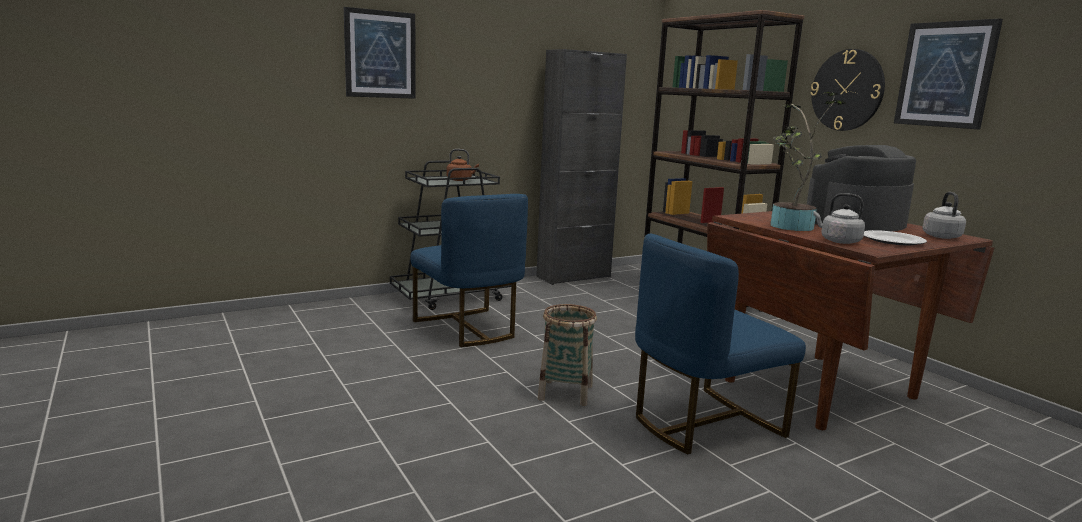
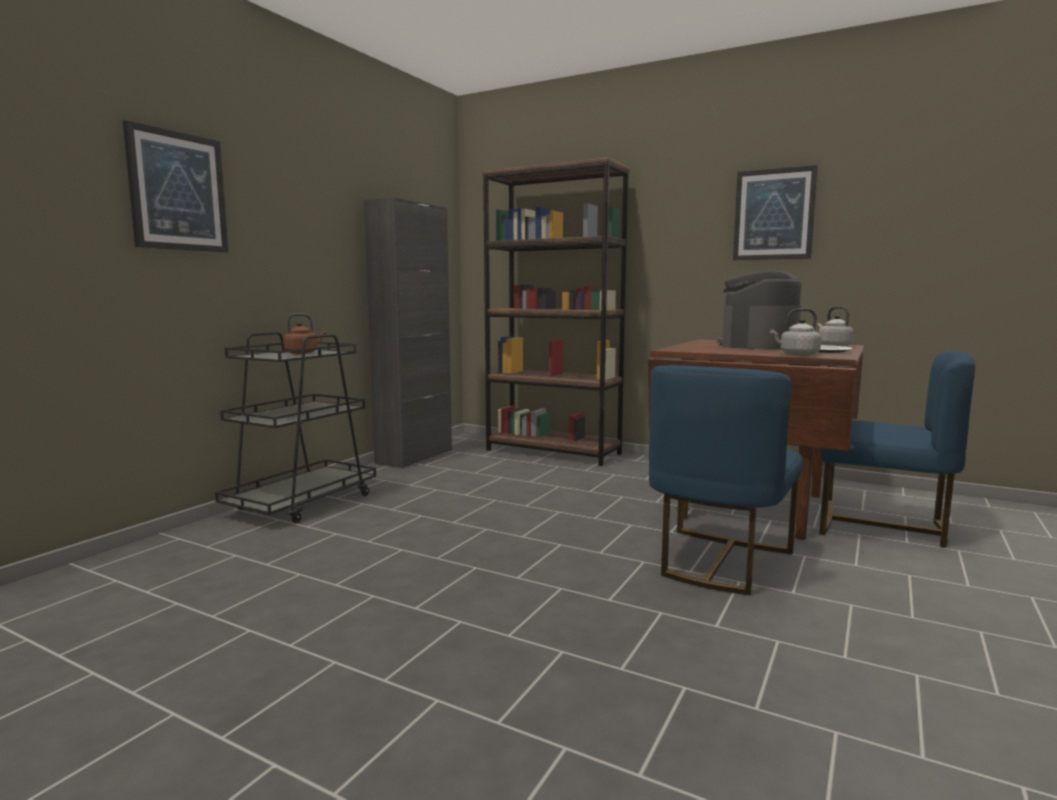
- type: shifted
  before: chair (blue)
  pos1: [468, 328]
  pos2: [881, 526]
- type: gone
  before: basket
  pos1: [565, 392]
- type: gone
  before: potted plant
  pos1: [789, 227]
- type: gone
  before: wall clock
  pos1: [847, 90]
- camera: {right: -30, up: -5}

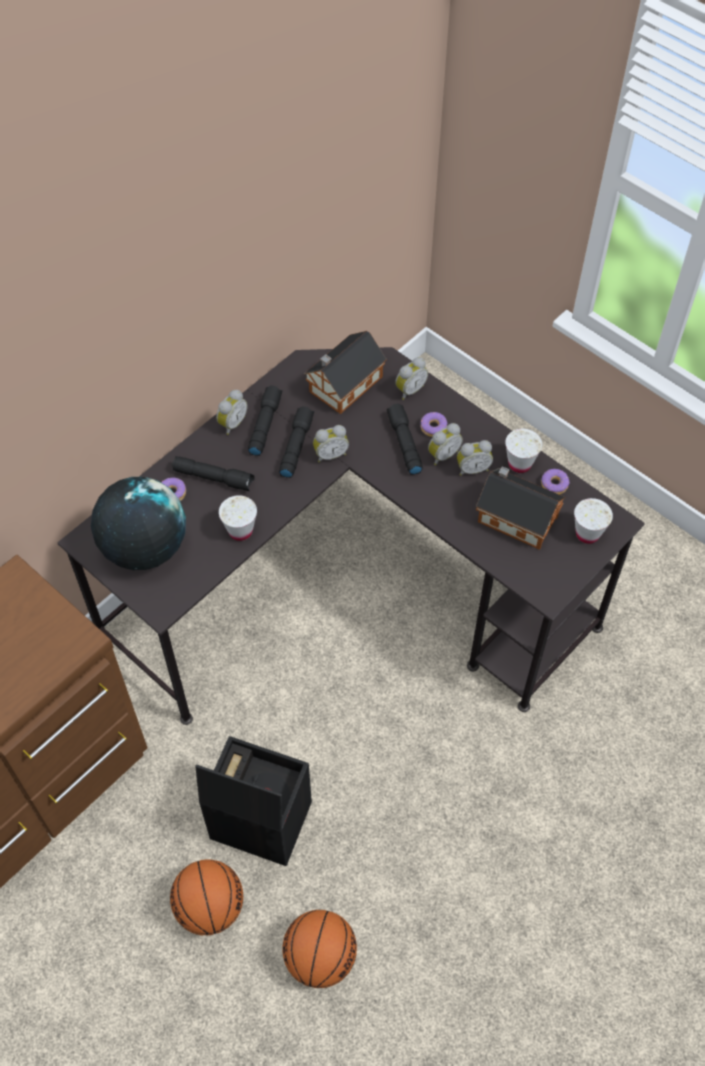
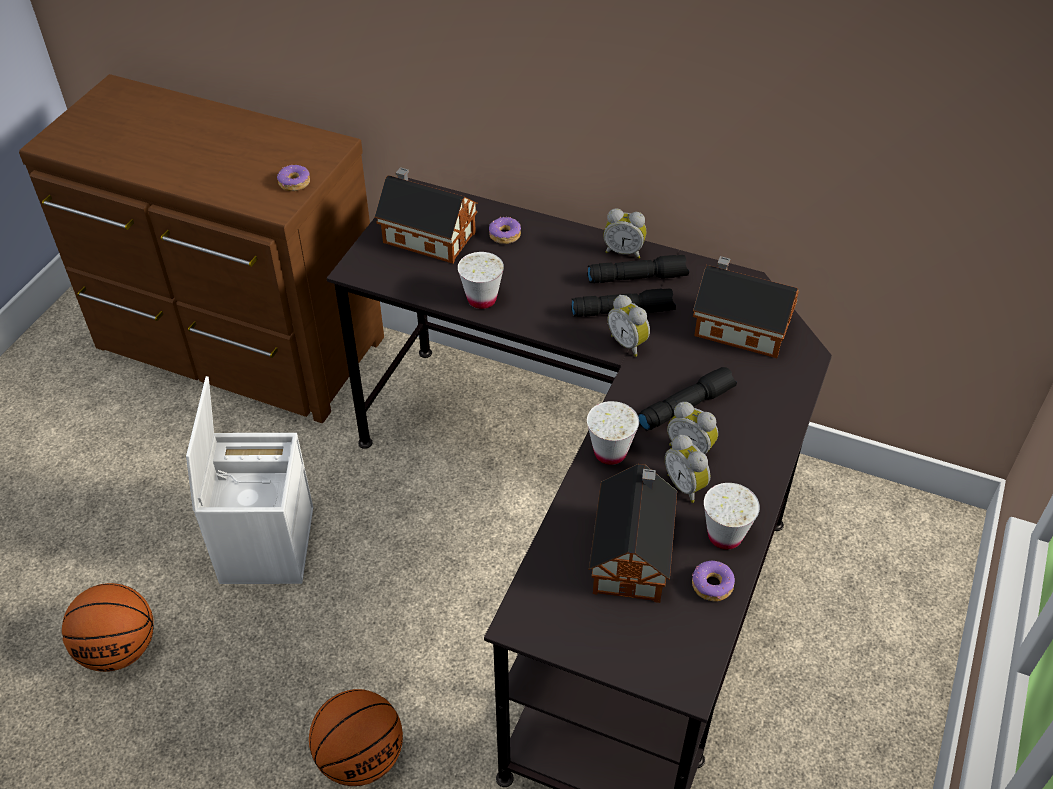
- type: swapped
  before: globe
  after: toy house
  pos1: [144, 548]
  pos2: [426, 236]
- type: shifted
  before: basketball
  pos1: [210, 907]
  pos2: [361, 758]
- type: gone
  before: flashlight (black)
  pos1: [214, 477]
- type: repainted
  before: storage box (black)
  after: storage box (white)
  pos1: [258, 821]
  pos2: [265, 542]
- type: gone
  before: alarm clock
  pos1: [409, 389]
- type: shifted
  before: donut
  pos1: [433, 428]
  pos2: [294, 183]
- type: shifted
  before: cup (white)
  pos1: [587, 534]
  pos2: [610, 452]
- camera: {right: 70, up: -10}

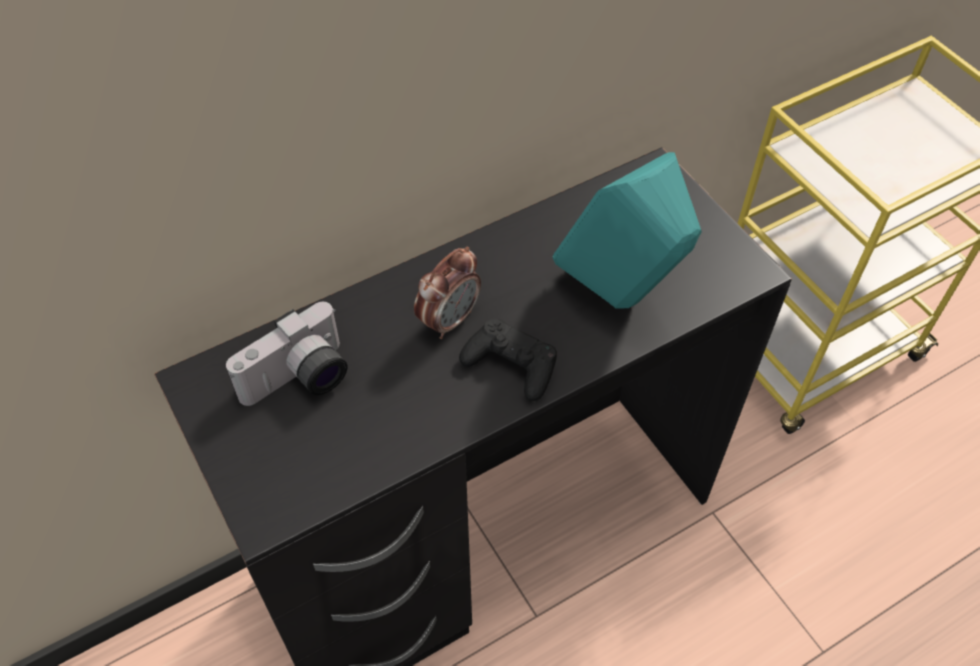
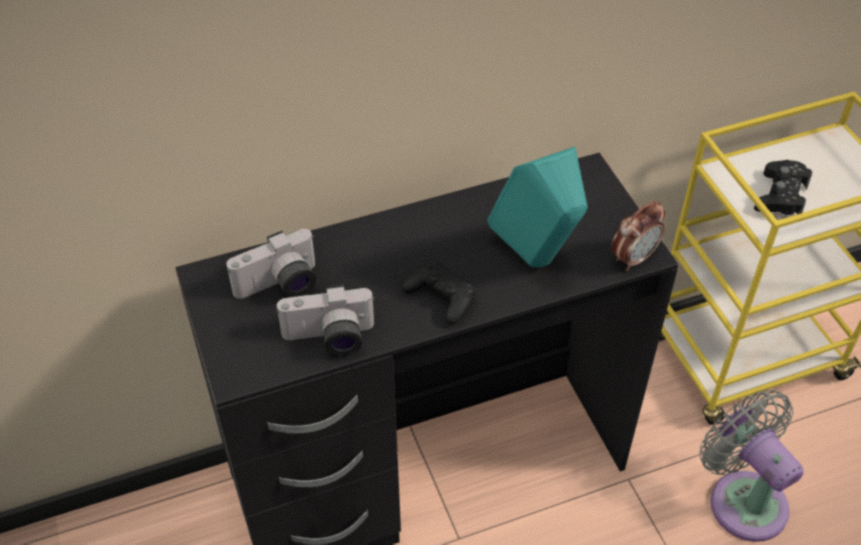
- type: shifted
  before: alarm clock
  pos1: [449, 320]
  pos2: [633, 258]
- type: new
  after: photo camera
  pos2: [329, 339]
- type: new
  after: fan (grey)
  pos2: [742, 498]
- type: new
  after: game controller (black)
  pos2: [781, 196]
- camera: {right: 10, up: -5}

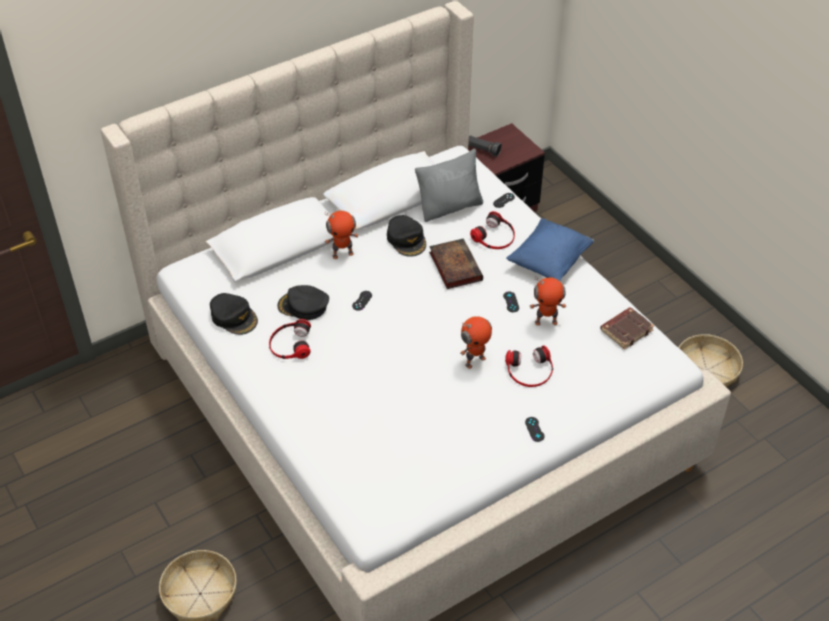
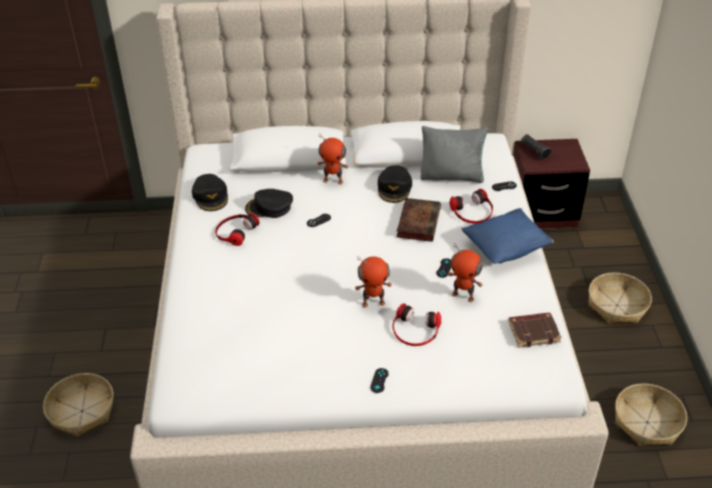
- type: rotated
  before: cap (black)
  pos1: [303, 306]
  pos2: [269, 208]
  turn: -45
- type: new
  after: basket
  pos2: [617, 305]
- camera: {right: 30, up: -5}

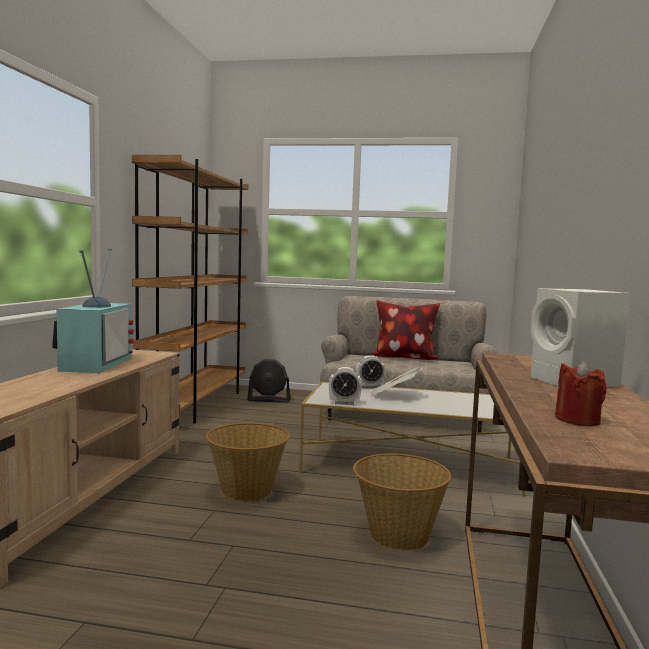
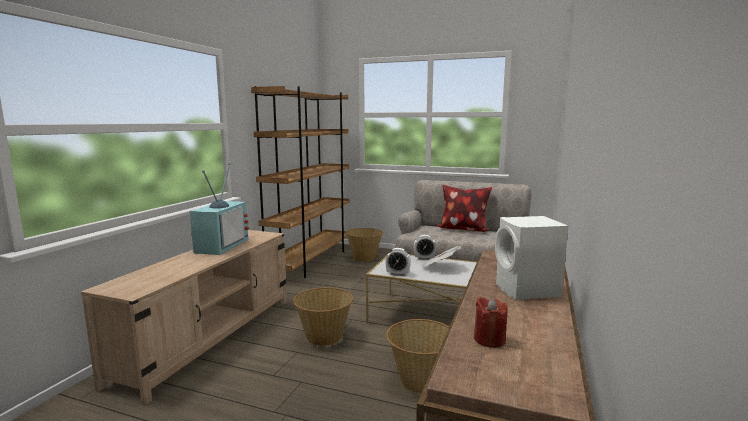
- type: swapped
  before: fan (black)
  after: basket
  pos1: [269, 400]
  pos2: [364, 258]
- camera: {right: 10, up: 5}

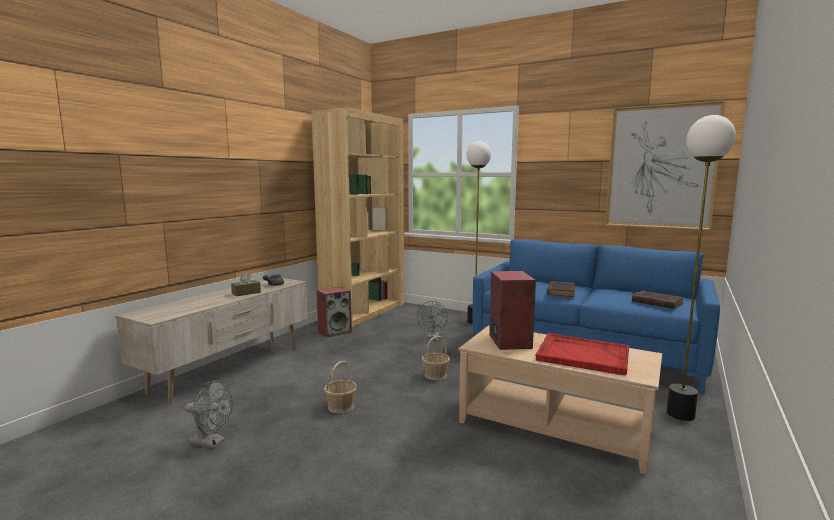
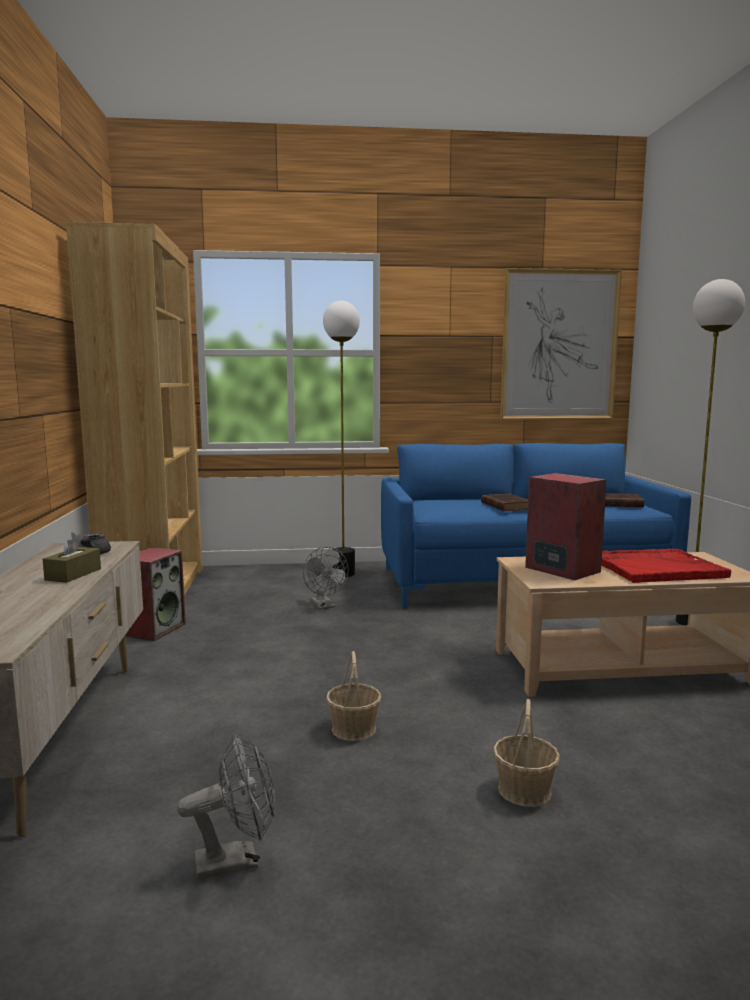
- type: shifted
  before: basket
  pos1: [435, 375]
  pos2: [524, 790]
- camera: {right: -35, up: 0}

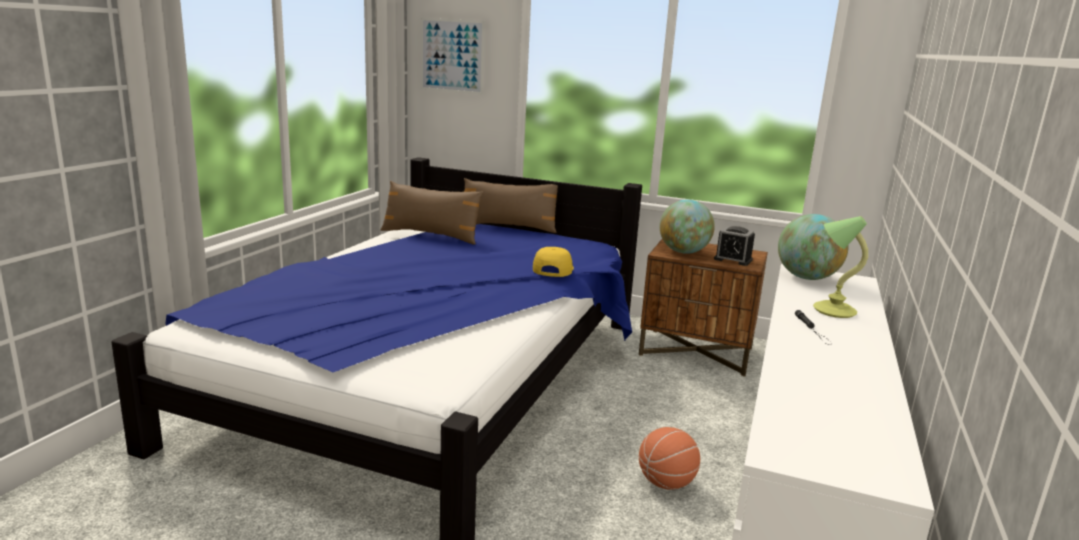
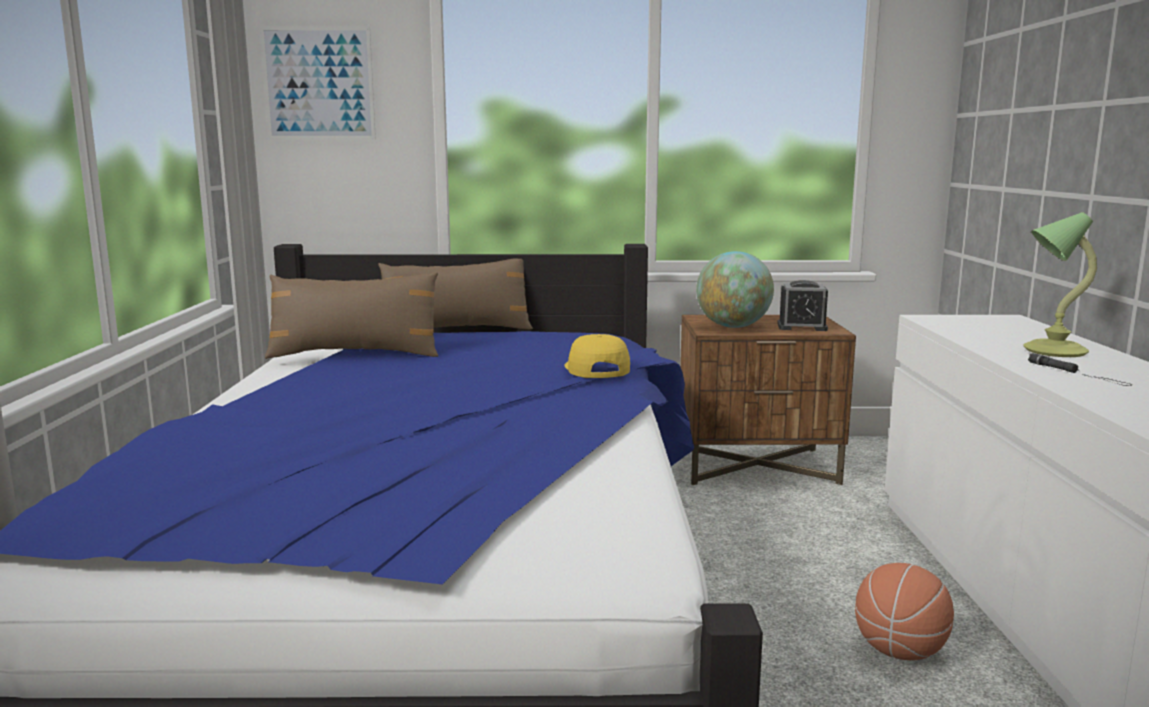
- type: gone
  before: globe
  pos1: [807, 278]
- camera: {right: -20, up: -5}

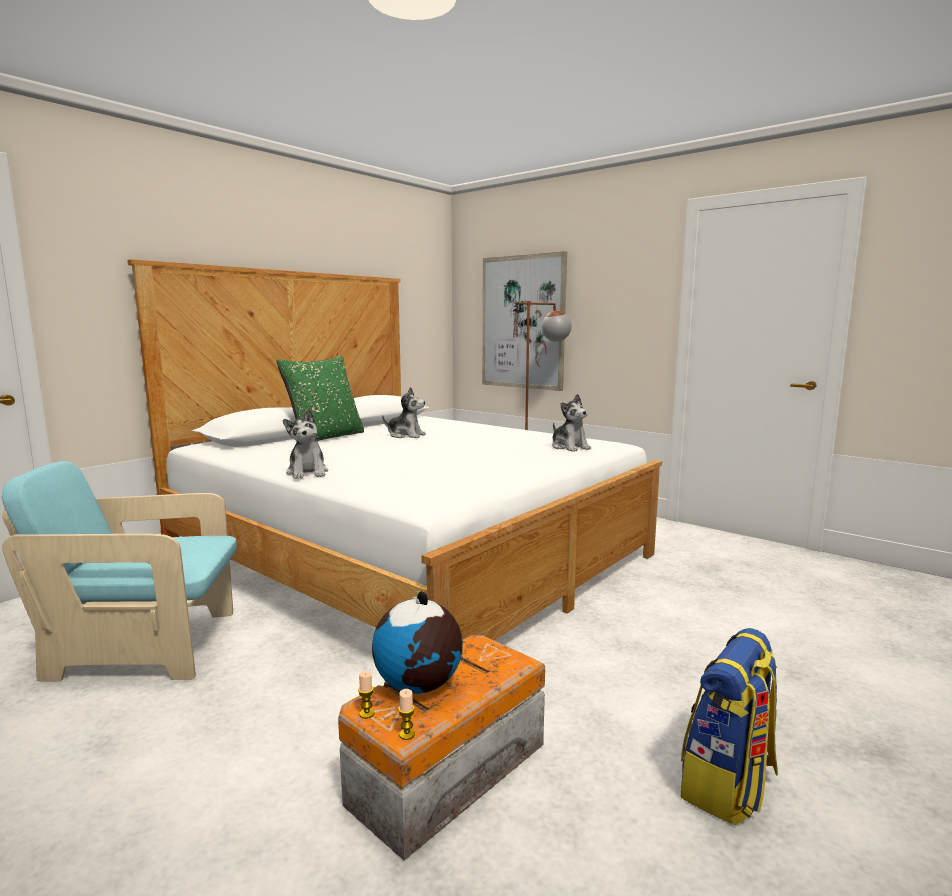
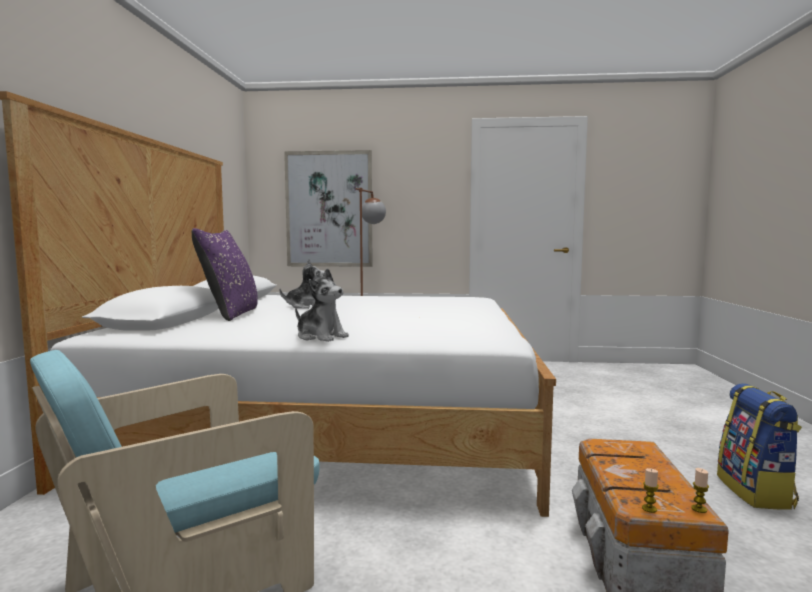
- type: repainted
  before: pillow (green)
  after: pillow (purple)
  pos1: [326, 437]
  pos2: [231, 314]
- type: gone
  before: globe
  pos1: [419, 686]
- type: gone
  before: plush toy
  pos1: [569, 447]
- camera: {right: -35, up: -5}

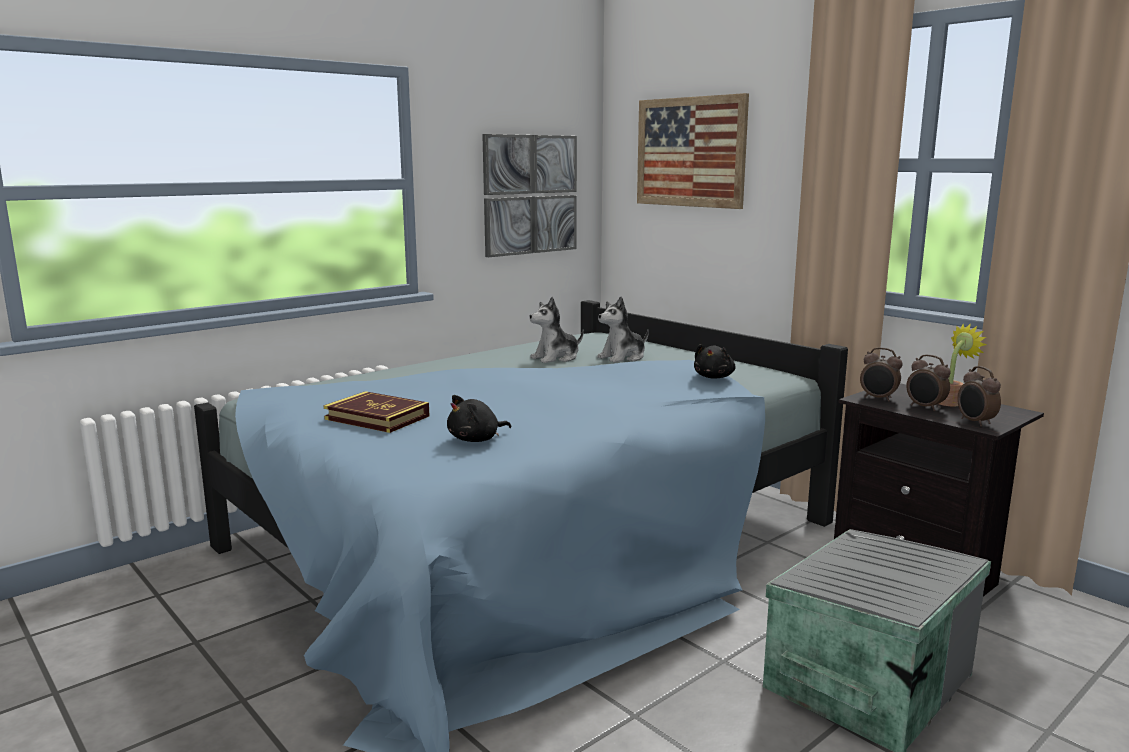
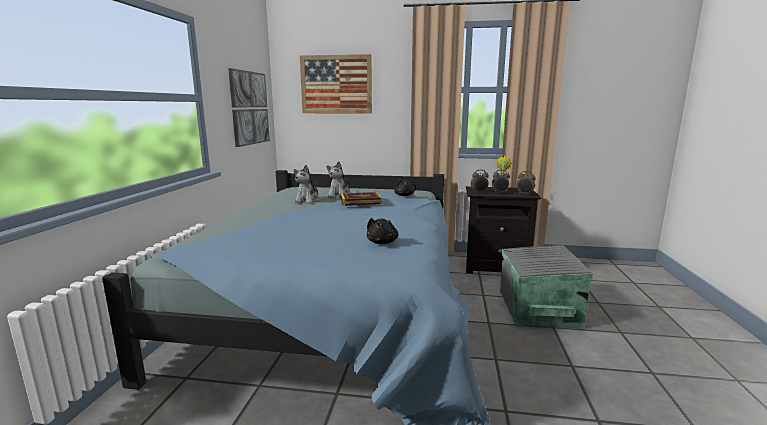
- type: shifted
  before: book
  pos1: [377, 417]
  pos2: [360, 202]
- camera: {right: -40, up: 0}

